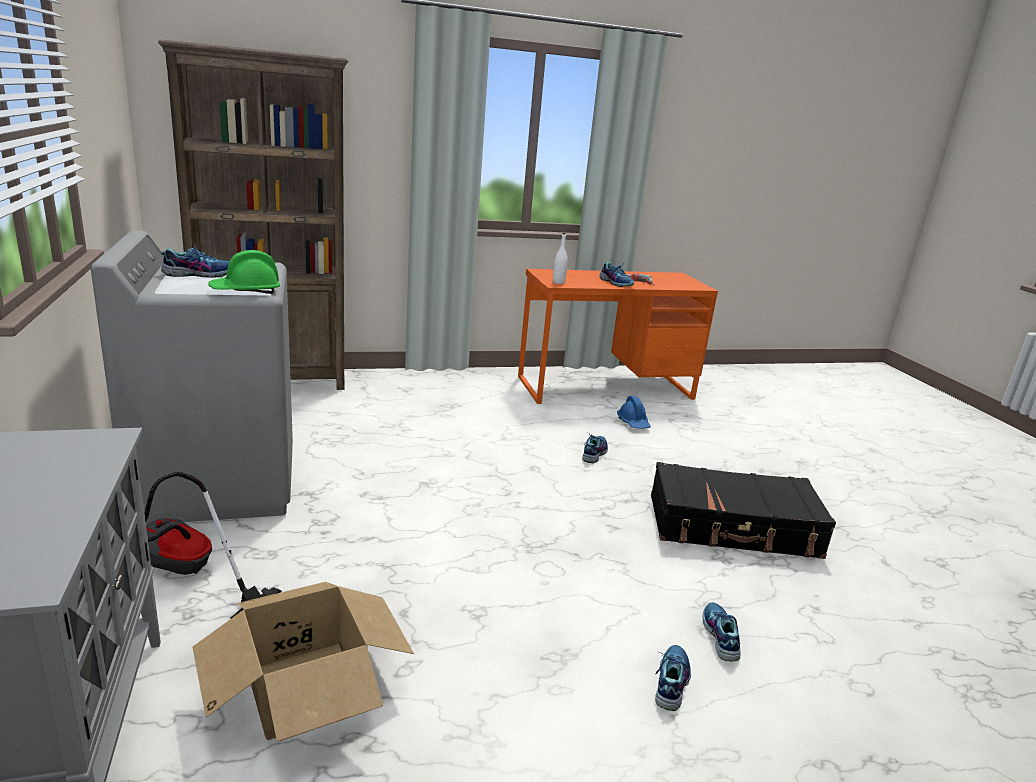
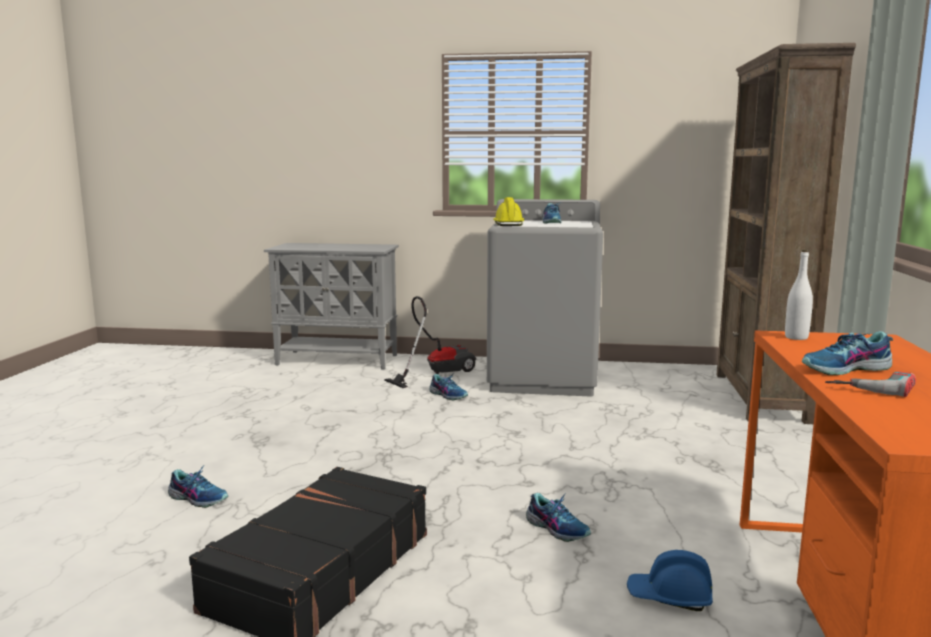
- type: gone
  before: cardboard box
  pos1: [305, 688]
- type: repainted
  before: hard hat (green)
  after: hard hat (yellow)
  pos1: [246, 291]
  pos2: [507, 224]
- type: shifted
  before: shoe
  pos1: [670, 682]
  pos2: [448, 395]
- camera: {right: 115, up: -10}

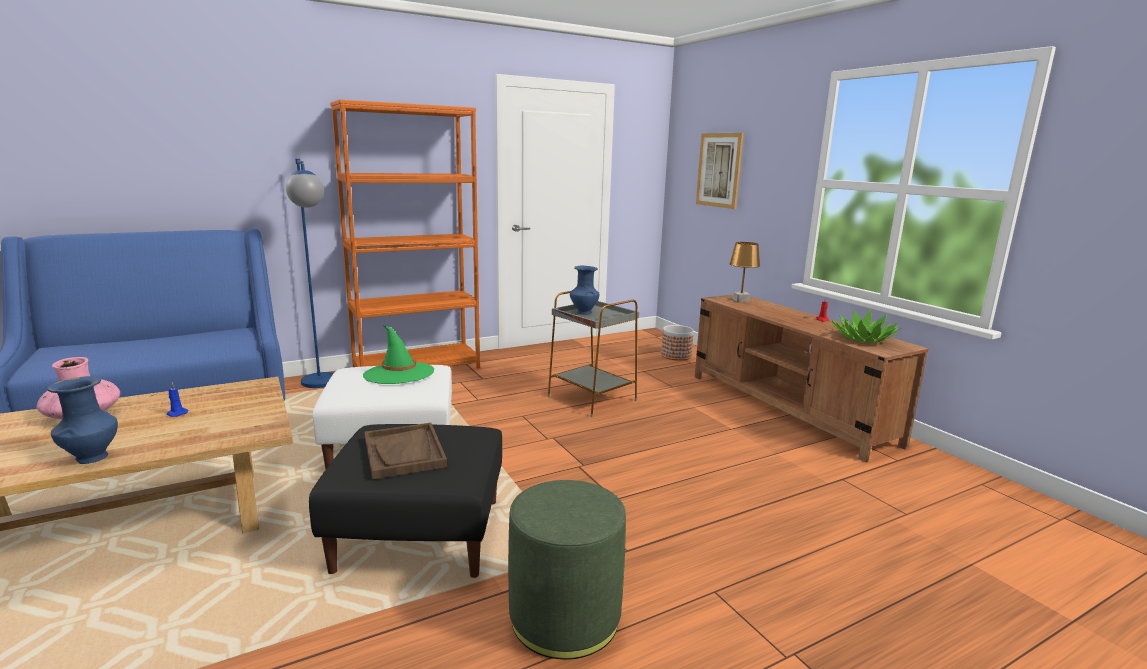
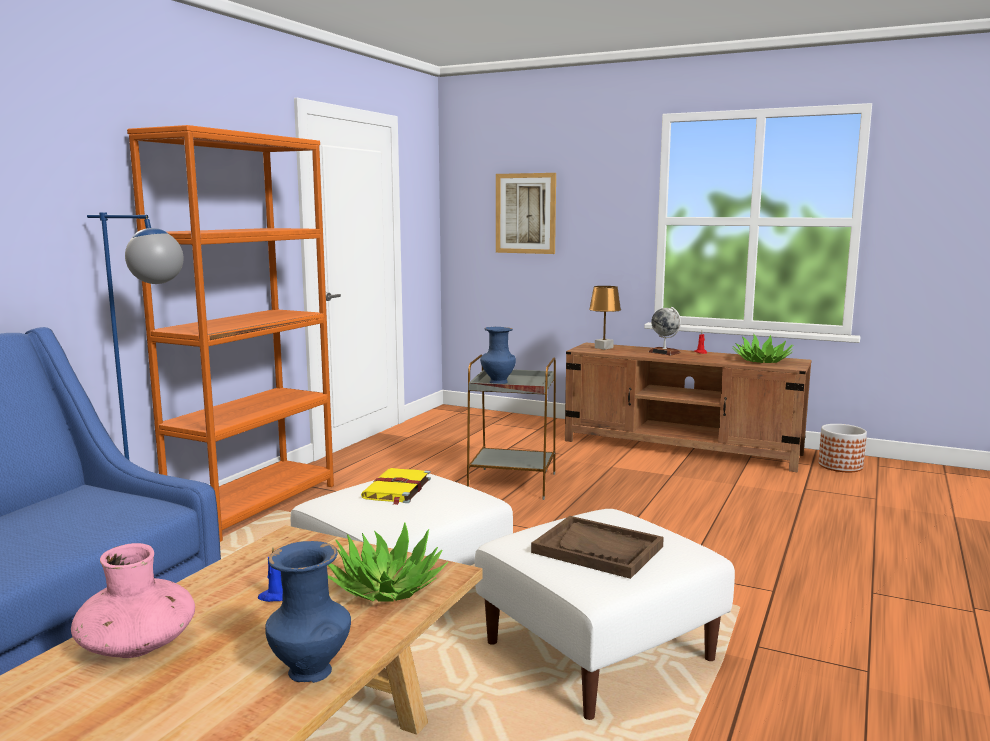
- type: repainted
  before: ottoman (black)
  after: ottoman (white)
  pos1: [421, 534]
  pos2: [599, 650]
- type: swapped
  before: hat (green)
  after: book (yellow)
  pos1: [399, 373]
  pos2: [397, 489]
- type: gone
  before: ottoman (green)
  pos1: [565, 617]
- type: shifted
  before: planter
  pos1: [676, 356]
  pos2: [840, 466]
- type: new
  after: potted plant
  pos2: [386, 587]
- type: new
  after: globe
  pos2: [664, 352]
- camera: {right: -35, up: -5}

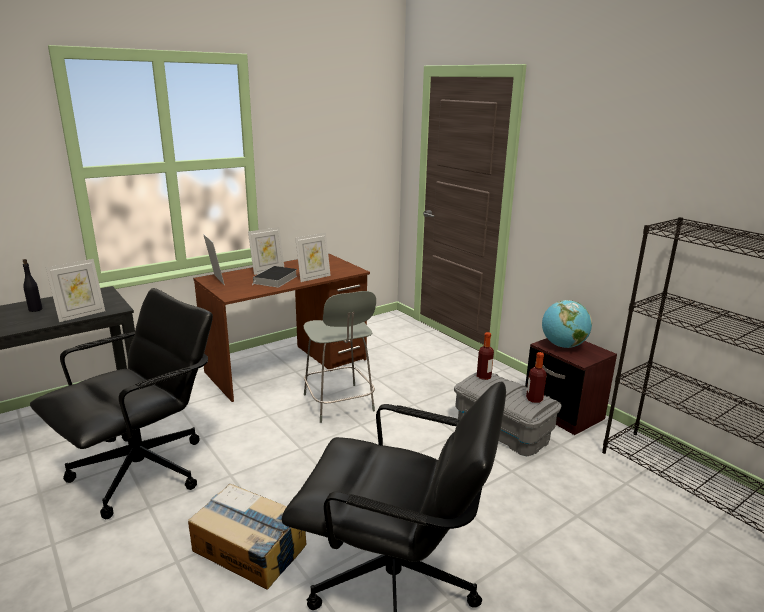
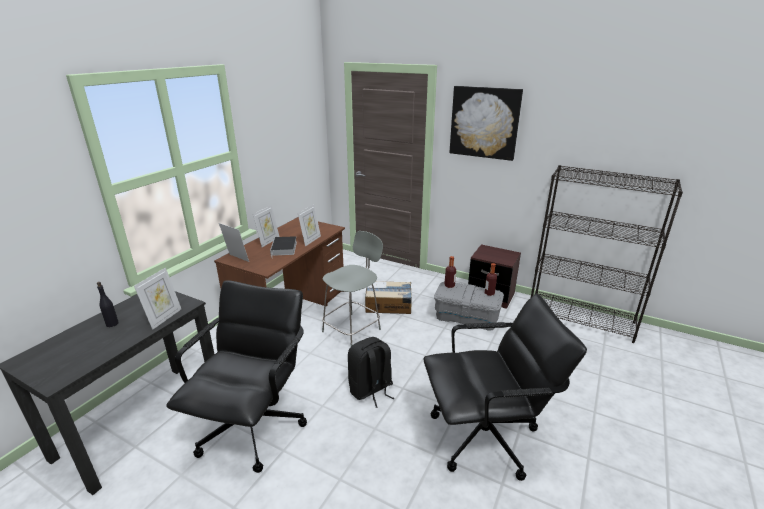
- type: shifted
  before: cardboard box
  pos1: [249, 549]
  pos2: [389, 305]
- type: rotated
  before: chair (grey)
  pos1: [339, 404]
  pos2: [353, 329]
  turn: -90
- type: gone
  before: globe
  pos1: [563, 346]
- type: new
  after: backpack (black)
  pos2: [371, 390]
- type: new
  after: picture
  pos2: [484, 122]
- camera: {right: -25, up: 5}

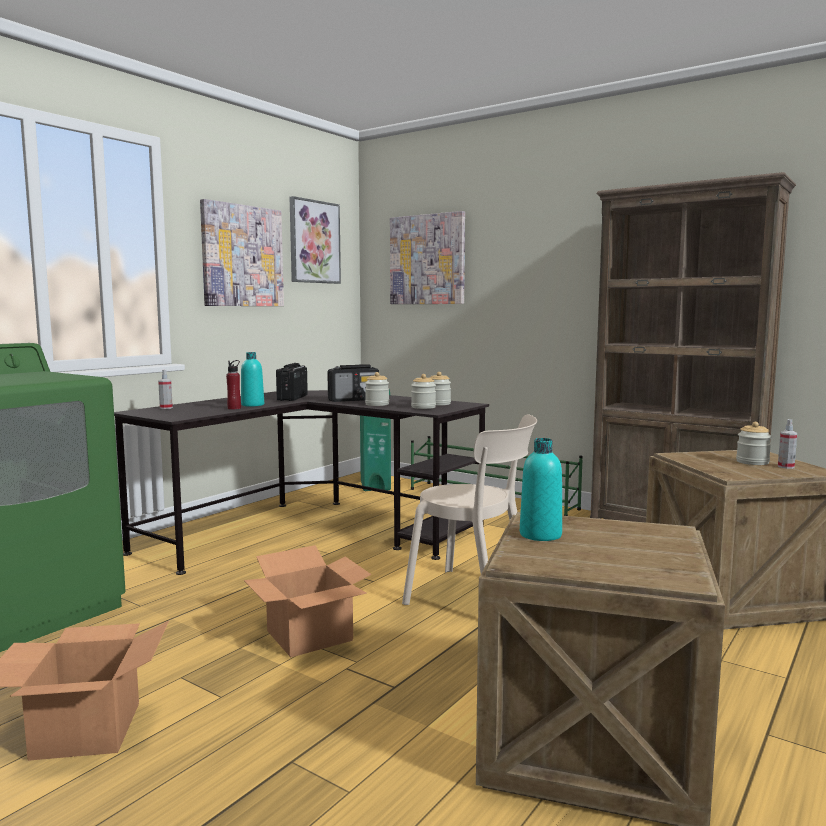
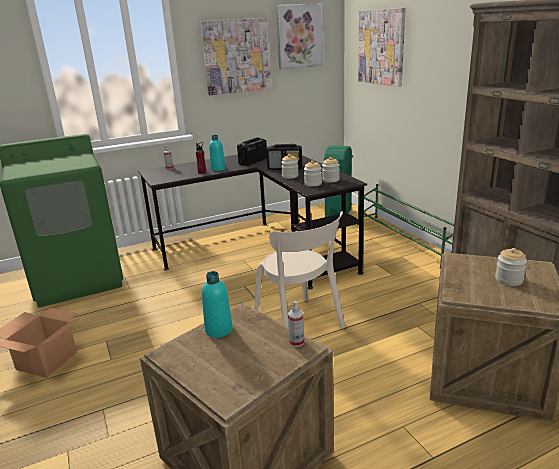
- type: gone
  before: cardboard box
  pos1: [310, 635]
- type: shifted
  before: spray bottle
  pos1: [786, 467]
  pos2: [296, 342]
- camera: {right: 30, up: 15}

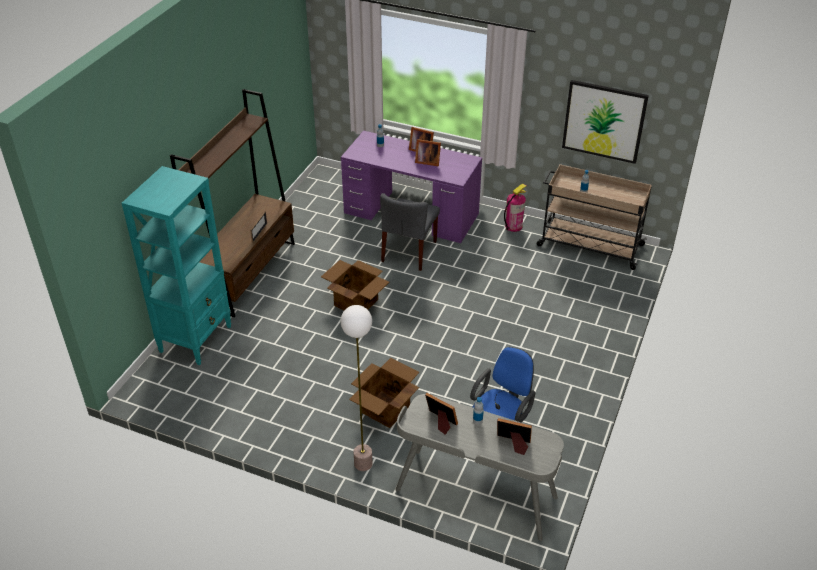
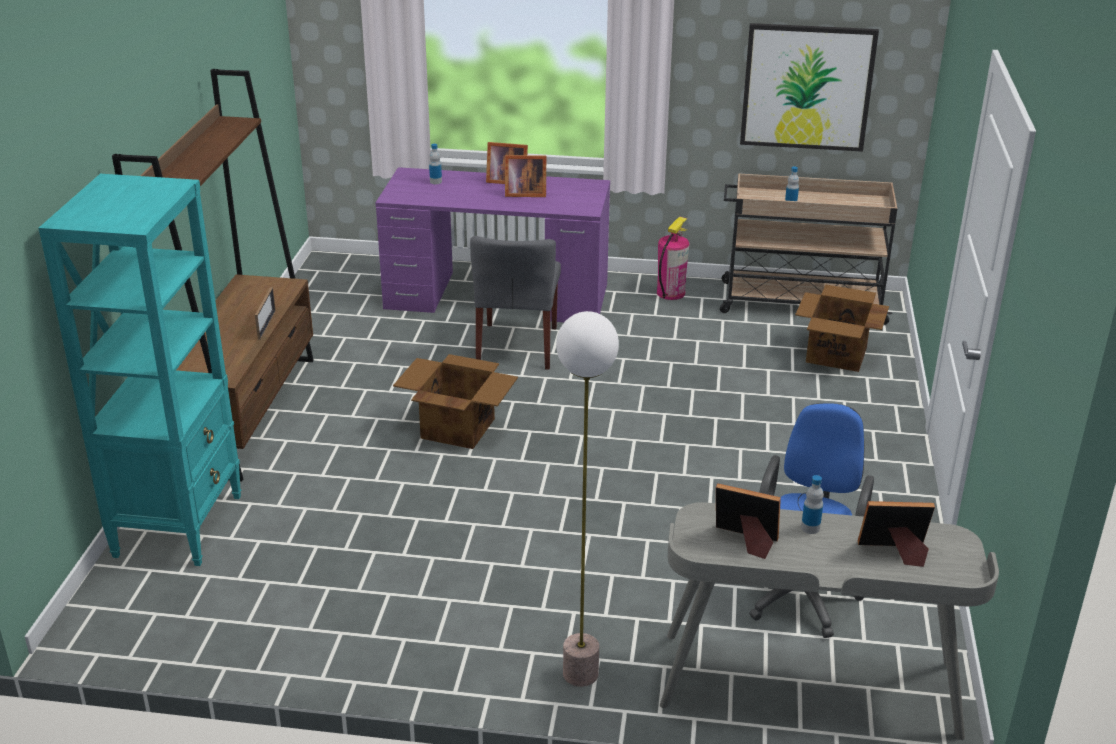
- type: shifted
  before: cardboard box
  pos1: [384, 409]
  pos2: [835, 355]
- camera: {right: -15, up: -10}

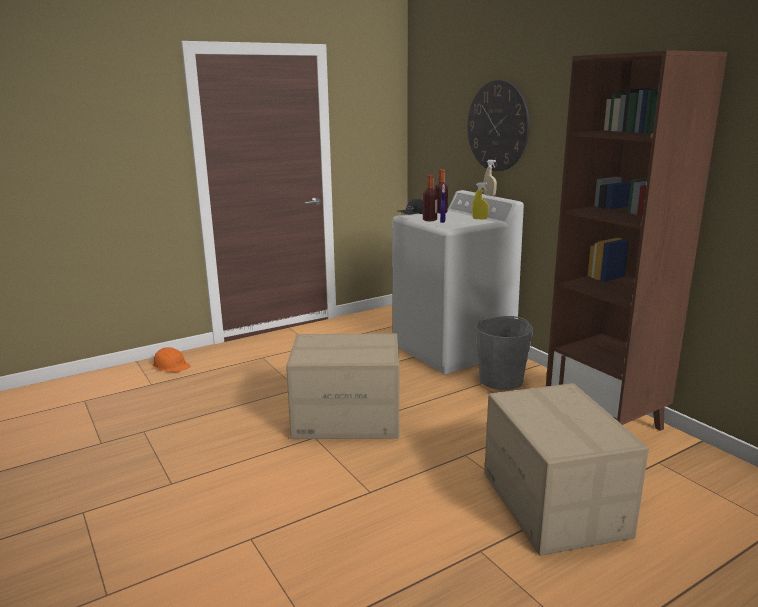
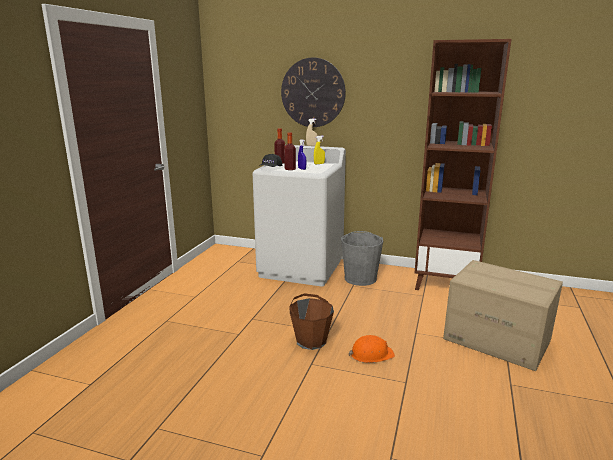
- type: shifted
  before: hard hat (orange)
  pos1: [171, 366]
  pos2: [371, 354]
- type: swapped
  before: cardboard box
  after: bucket (brown)
  pos1: [347, 418]
  pos2: [311, 340]
- camera: {right: -40, up: 0}

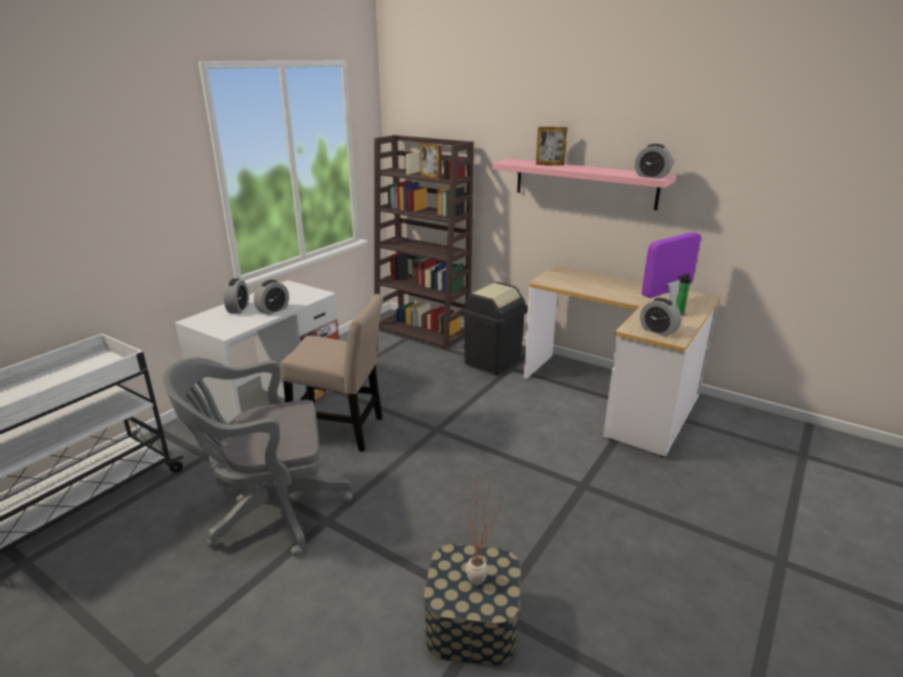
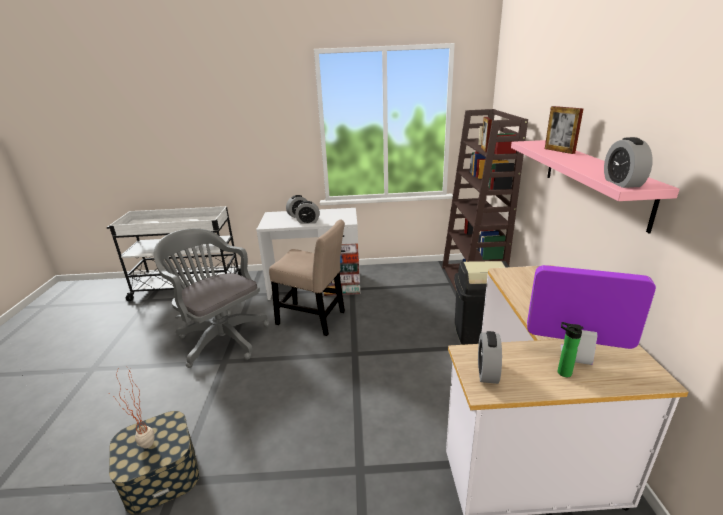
- type: rotated
  before: chair (beige)
  pos1: [341, 430]
  pos2: [314, 319]
  turn: -45
- camera: {right: 55, up: 0}

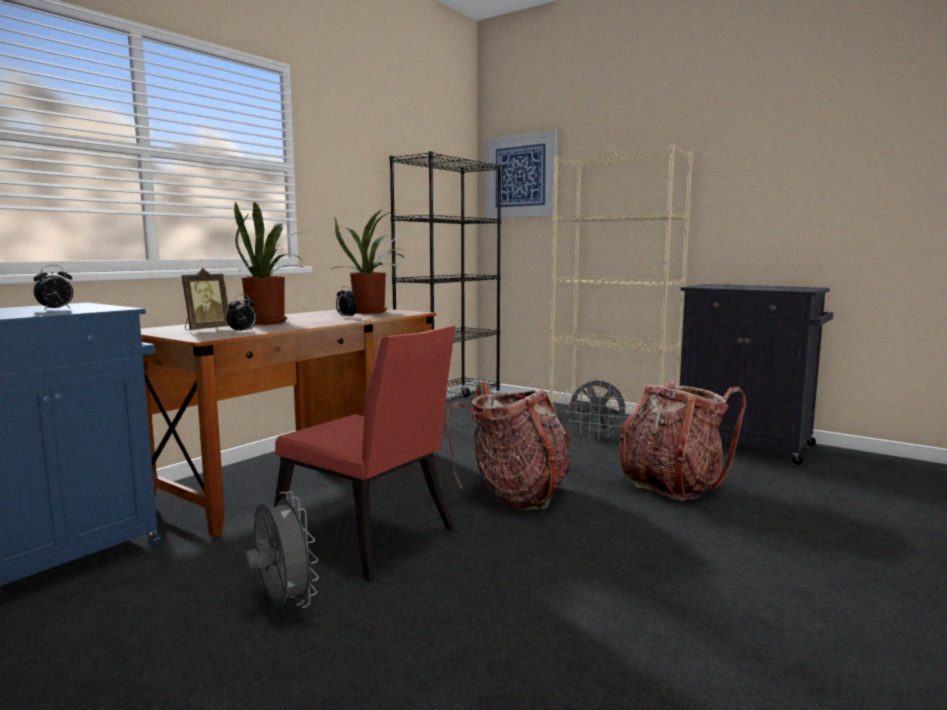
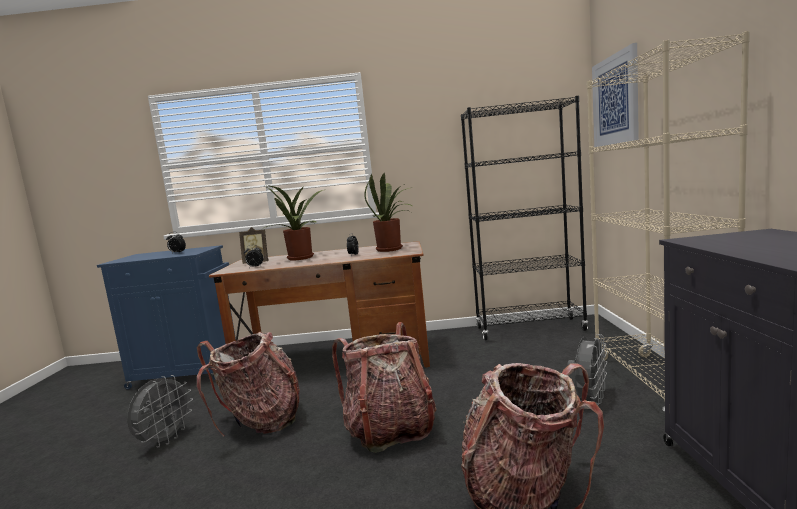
- type: swapped
  before: chair (red)
  after: backpack
  pos1: [370, 540]
  pos2: [260, 421]
- type: rotated
  before: fan (grey)
  pos1: [596, 436]
  pos2: [590, 399]
  turn: -135
- camera: {right: 55, up: 0}

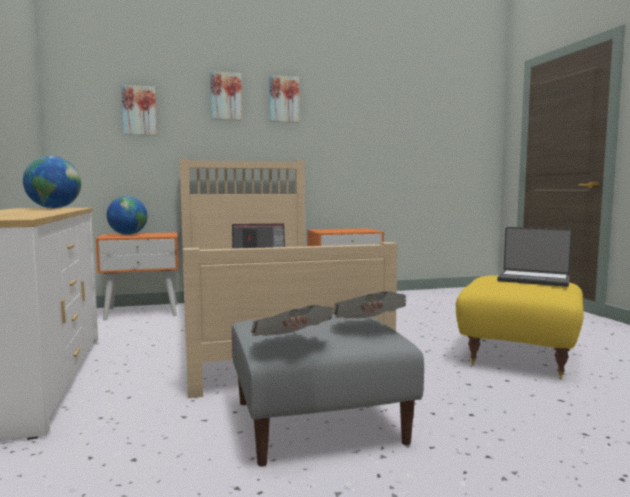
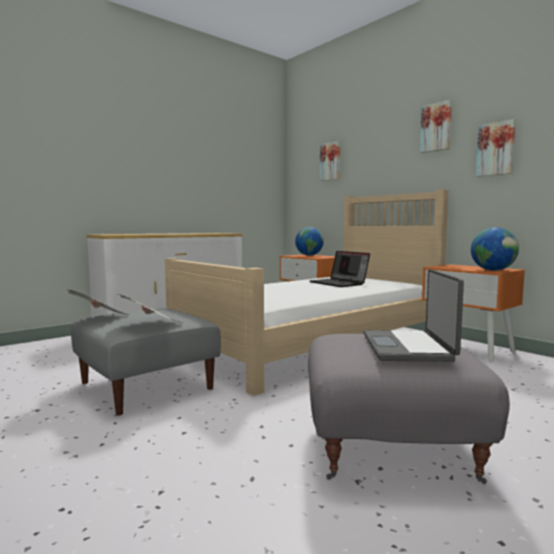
- type: shifted
  before: globe
  pos1: [54, 208]
  pos2: [493, 270]
- type: shifted
  before: picture
  pos1: [225, 96]
  pos2: [496, 149]
- type: repainted
  before: ottoman (yellow)
  after: ottoman (grey)
  pos1: [519, 356]
  pos2: [392, 449]
- camera: {right: 65, up: 0}

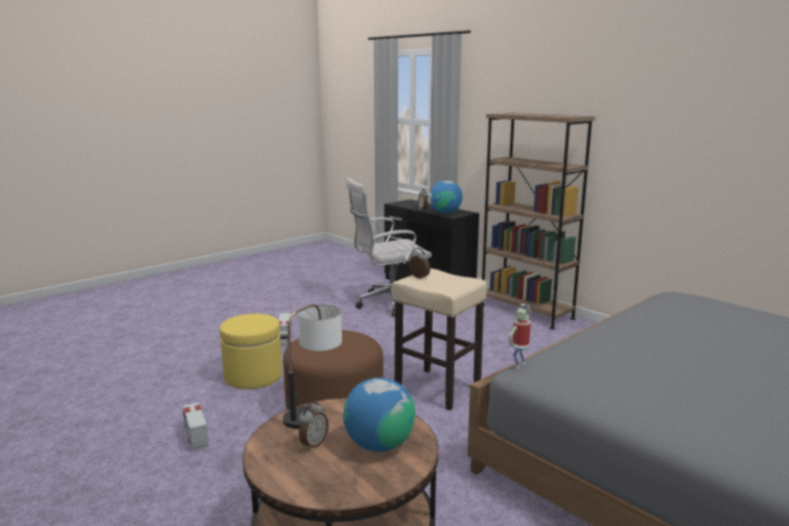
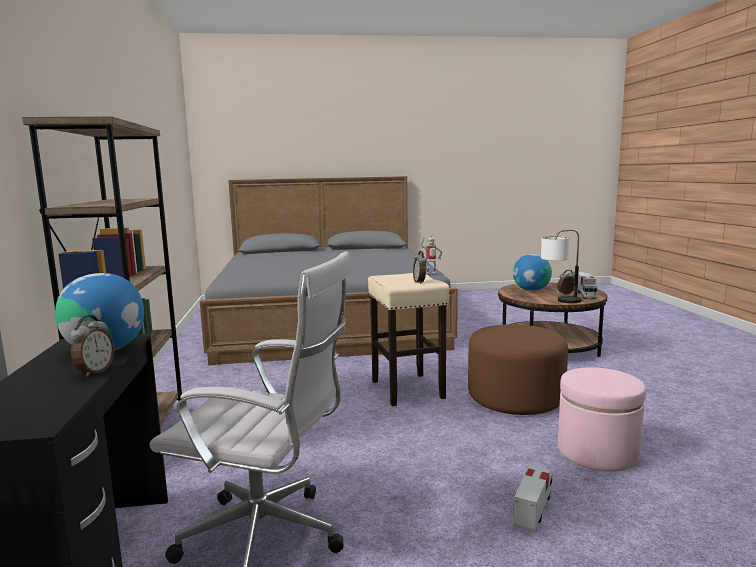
- type: shifted
  before: toy truck
  pos1: [196, 435]
  pos2: [585, 294]
- type: repainted
  before: ottoman (yellow)
  after: ottoman (pink)
  pos1: [253, 376]
  pos2: [597, 452]
- camera: {right: -145, up: -5}

